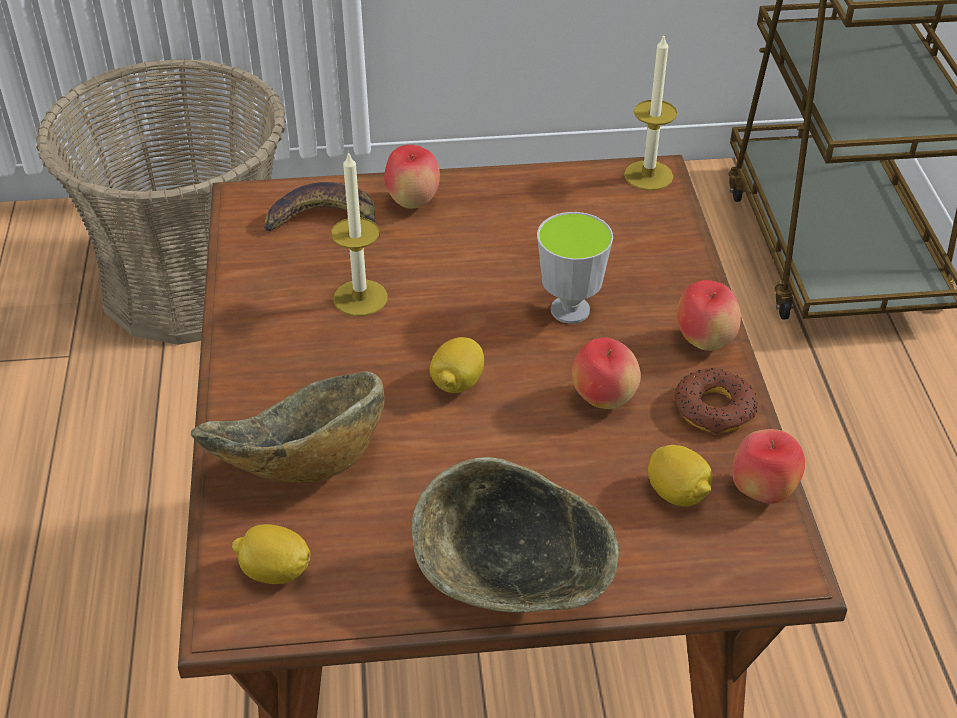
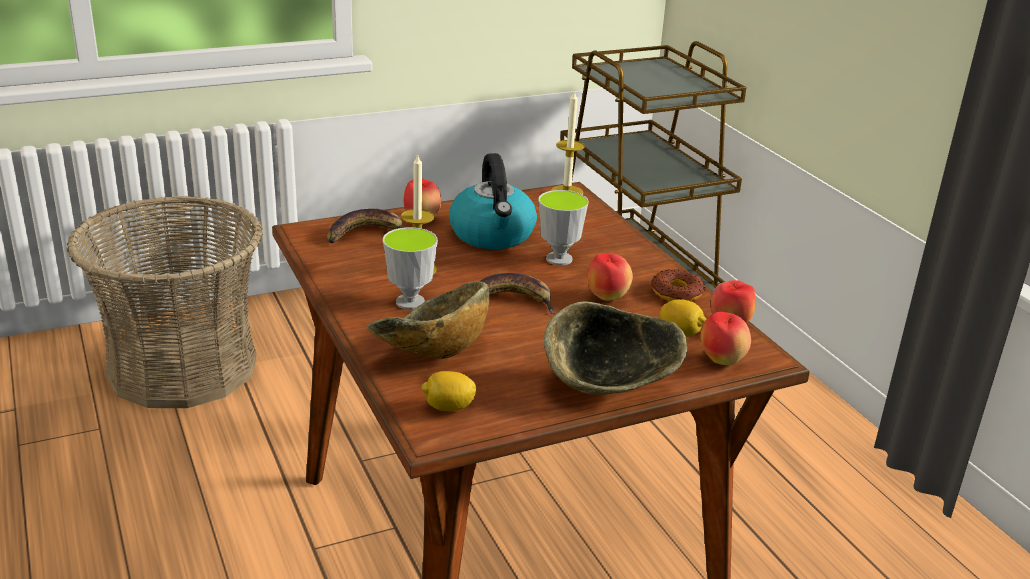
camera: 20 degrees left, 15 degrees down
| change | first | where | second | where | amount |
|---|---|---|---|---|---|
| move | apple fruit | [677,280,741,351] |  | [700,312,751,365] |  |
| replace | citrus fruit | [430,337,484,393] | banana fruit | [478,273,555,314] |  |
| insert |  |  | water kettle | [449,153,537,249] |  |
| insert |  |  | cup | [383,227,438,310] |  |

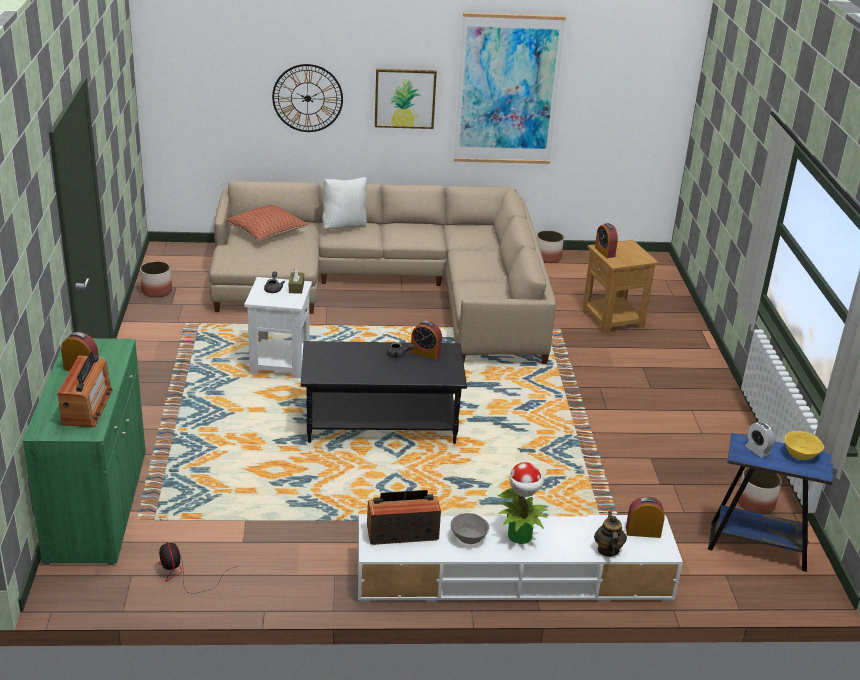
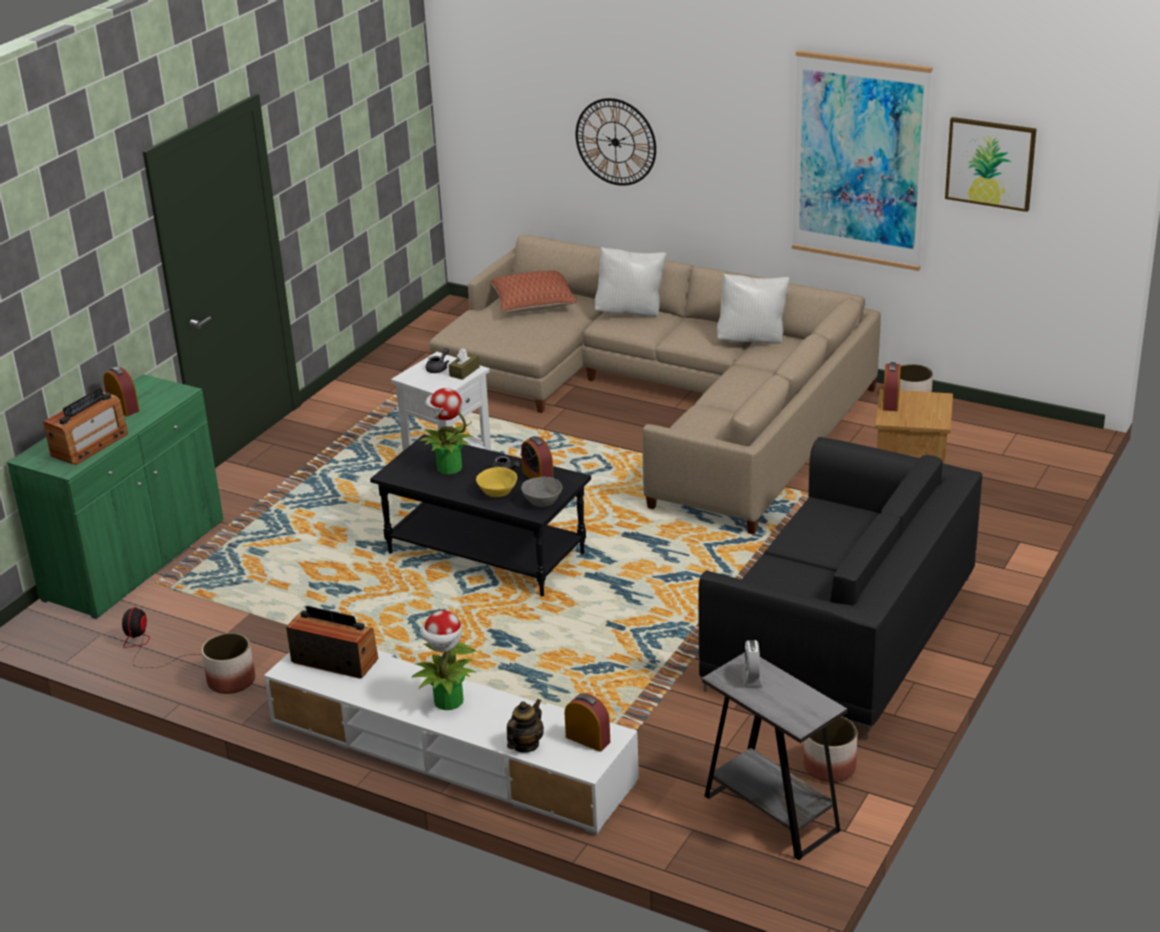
camera: 35 degrees right, 0 degrees up
| change | first | where | second | where | amount |
|---|---|---|---|---|---|
| move | wall picture | [375,69,437,129] |  | [945,117,1036,212] |  |
| move | plant pot | [140,261,172,297] |  | [202,633,255,694] |  |
| move | yellowish bowl | [785,431,824,460] |  | [476,467,517,497] |  |
| recolor | blue-coloured side table | [708,433,833,572] | grey side table | [702,652,847,860] |  |
| move | grey bowl | [450,513,489,544] |  | [521,477,562,507] |  |
| insert |  |  | white pillow | [717,274,790,344] |  |
| insert |  |  | potted plant | [419,388,474,474] |  |
| insert |  |  | black-coloured couch | [698,437,982,740] |  |

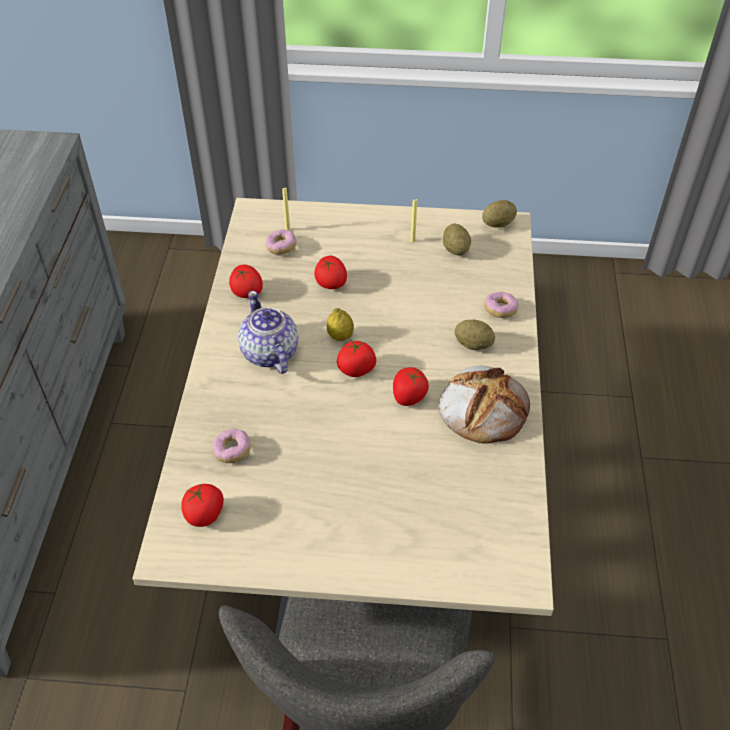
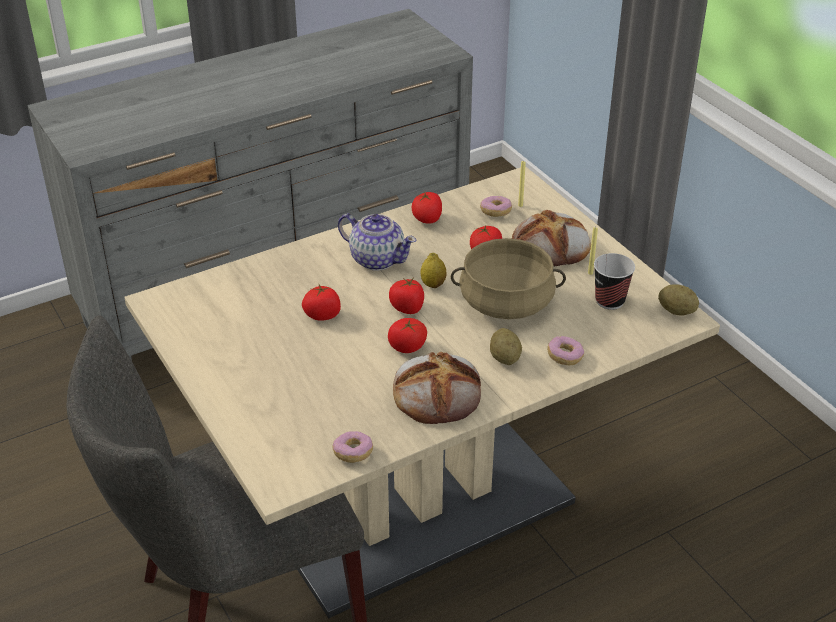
camera: 55 degrees right, 10 degrees down
| change | first | where | second | where | amount |
|---|---|---|---|---|---|
| replace | spud | [443,223,471,256] | cup | [594,253,635,310] |  |
| rotate | pot for tea | [238,291,298,374] |  | [338,213,416,271] | 90 degrees clockwise |
| move | ring doughnut | [213,429,251,463] |  | [333,431,373,463] |  |
| move | tomato | [181,484,224,527] |  | [302,283,341,320] |  |
| insert |  |  | bakery bread | [512,210,591,267] |  |
| insert |  |  | beige-coloured cooking pot | [451,238,566,319] |  |

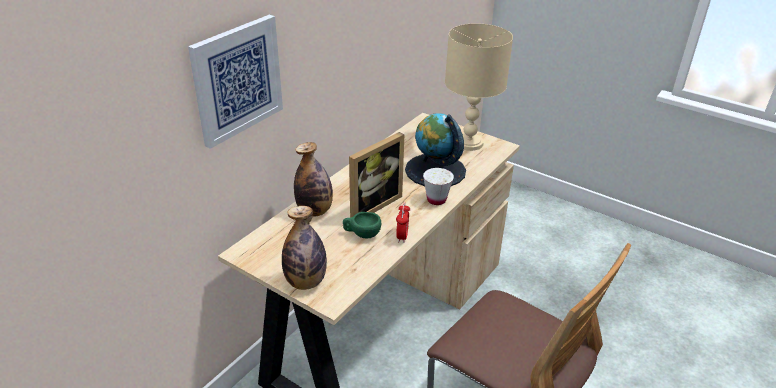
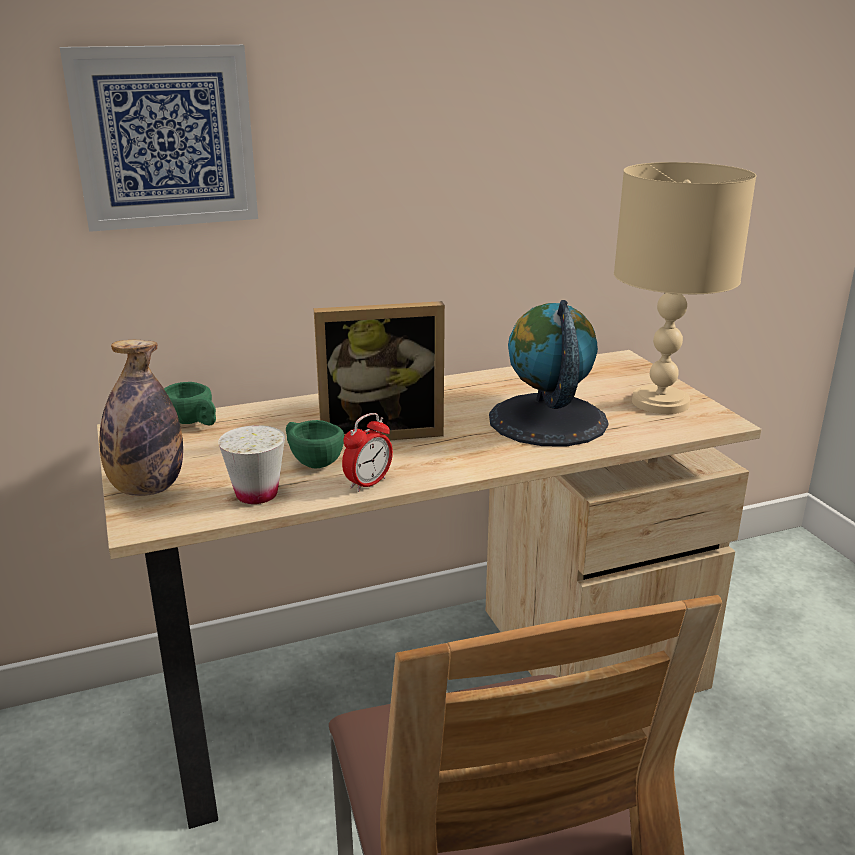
camera: 35 degrees right, 10 degrees down
| change | first | where | second | where | amount |
|---|---|---|---|---|---|
| delete | bottle | [294,142,333,217] |  |  |  |
| move | white cup | [423,168,454,205] |  | [218,425,285,504] |  |
| insert |  |  | green cup | [164,382,216,425] |  |

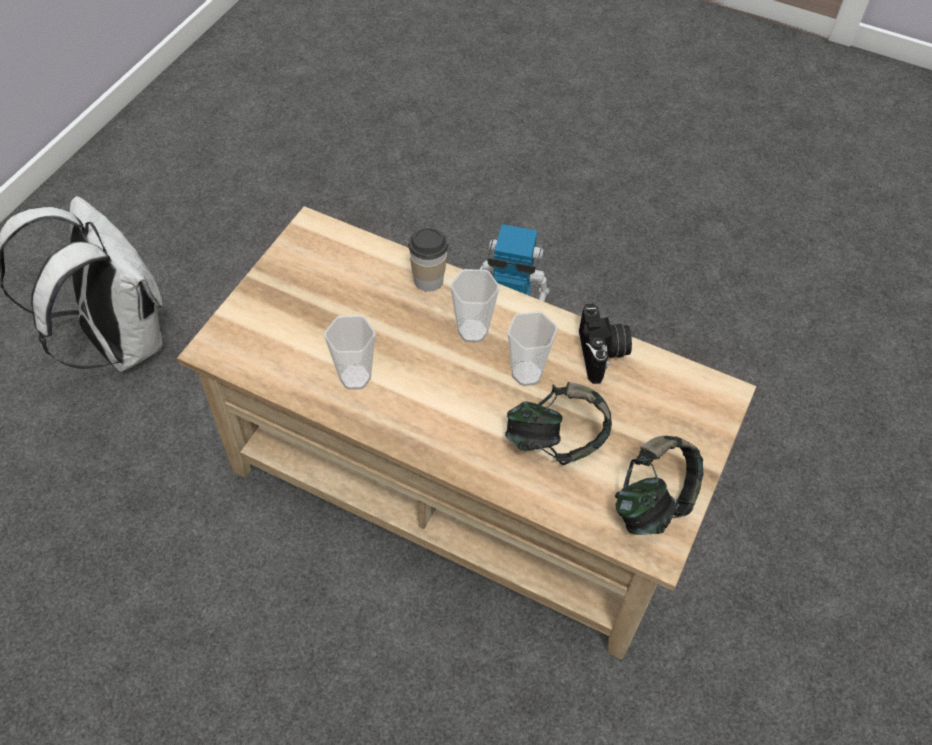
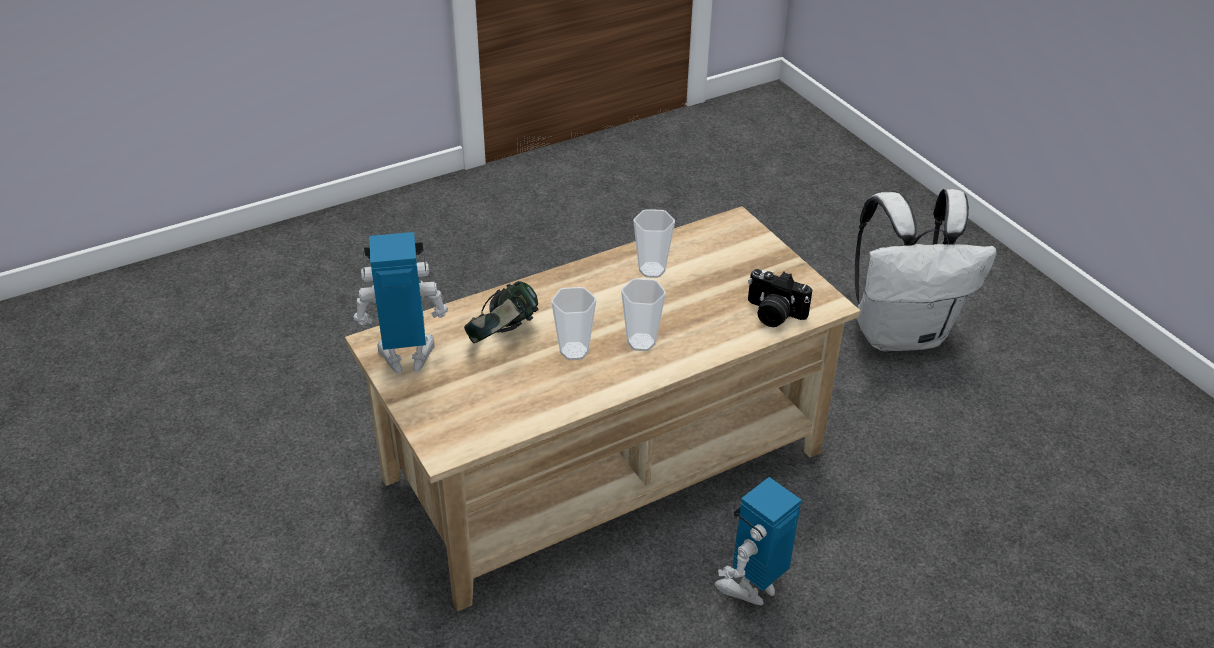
camera: 125 degrees right, 15 degrees down
| change | first | where | second | where | amount |
|---|---|---|---|---|---|
| delete | cup | [408,228,448,292] |  |  |  |
| move | still camera | [579,304,632,384] |  | [748,269,812,327] |  |
| replace | headset | [615,436,704,535] | robot figure | [353,232,448,374] |  |

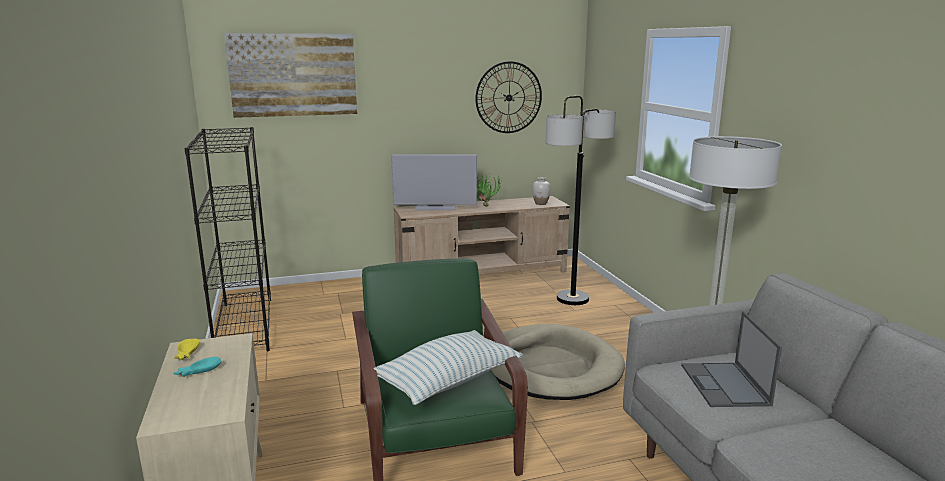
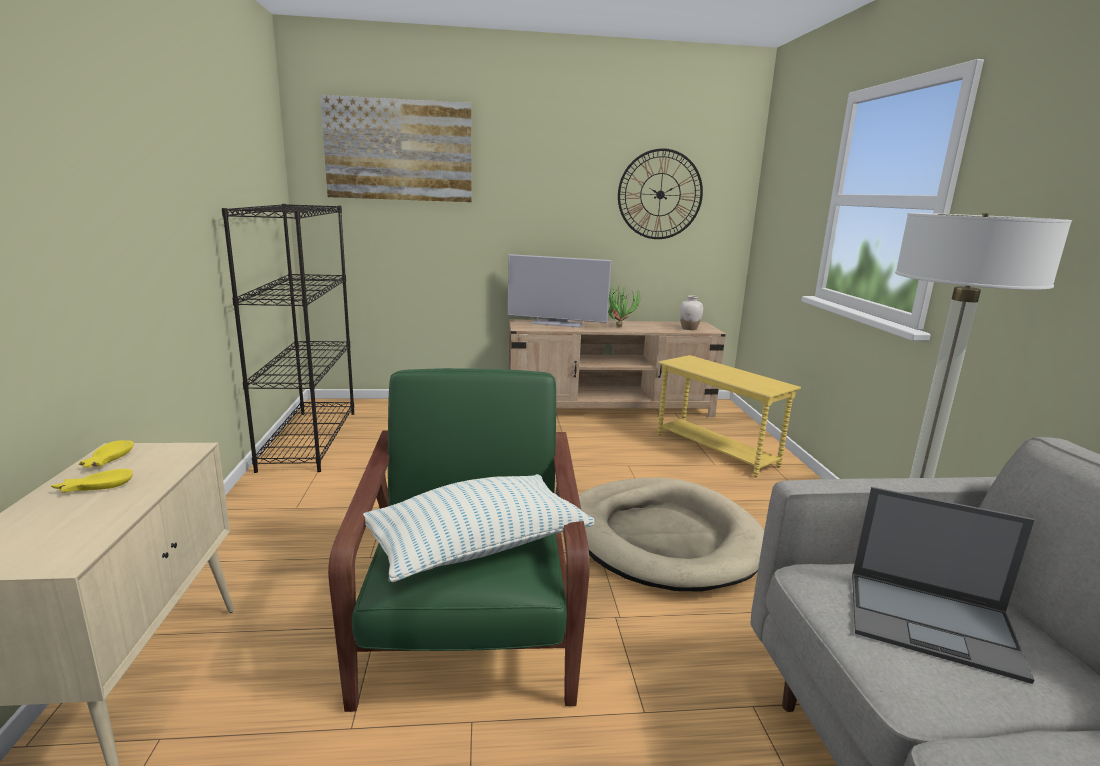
camera: 10 degrees right, 0 degrees up
| change | first | where | second | where | amount |
|---|---|---|---|---|---|
| replace | standing lamp | [546,96,616,305] | yellowish side table | [657,355,801,478] |  |
| rotate | laptop | [681,311,782,407] |  | [852,487,1034,684] | 75 degrees counterclockwise |
| recolor | turquoise bowl | [173,357,221,377] | yellowish bowl | [51,469,133,493] |  |

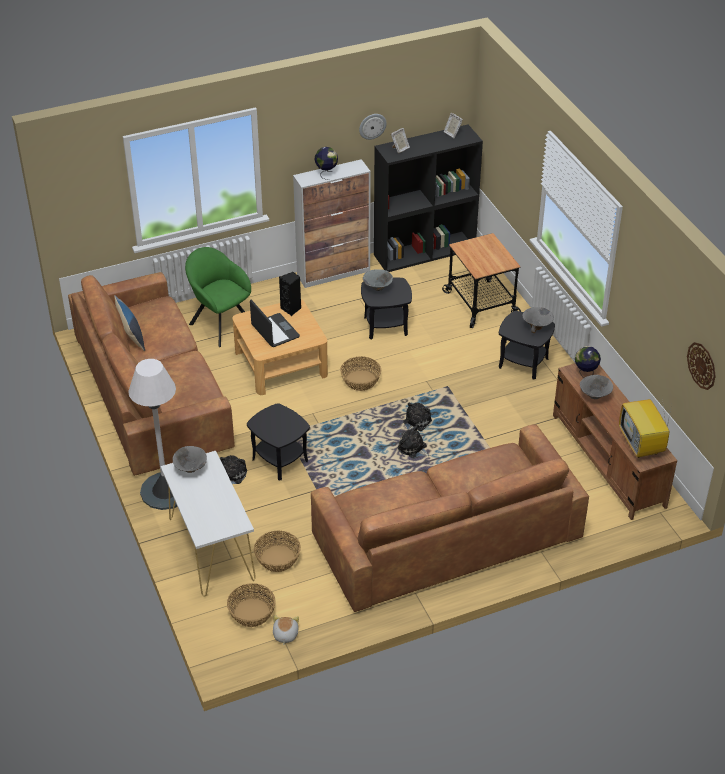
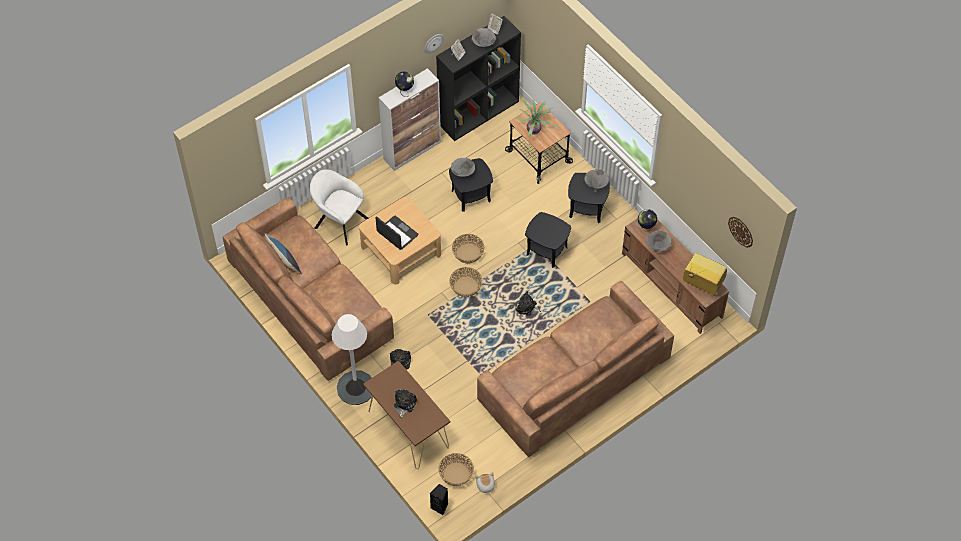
camera: 15 degrees left, 15 degrees up
| change | first | where | second | where | amount |
|---|---|---|---|---|---|
| recolor | green lounge chair | [185,247,251,347] | white lounge chair | [310,169,368,245] |  |
| move | black-coloured loudspeaker | [279,272,301,316] |  | [430,484,448,515] |  |
| rotate | TV | [619,398,672,458] |  | [683,253,727,295] | 150 degrees clockwise |
| move | cuddly toy | [403,402,432,431] |  | [394,389,417,418] |  |
| move | black-coloured side table | [247,403,310,480] |  | [525,212,571,268] |  |
| move | grey bowl | [173,446,207,473] |  | [471,28,496,47] |  |
| recolor | white console table | [161,451,256,597] | brown-coloured console table | [363,361,450,469] |  |
| move | household basket | [254,531,301,572] |  | [449,267,482,297] |  |
| insert |  |  | potted plant | [514,99,559,137] |  |

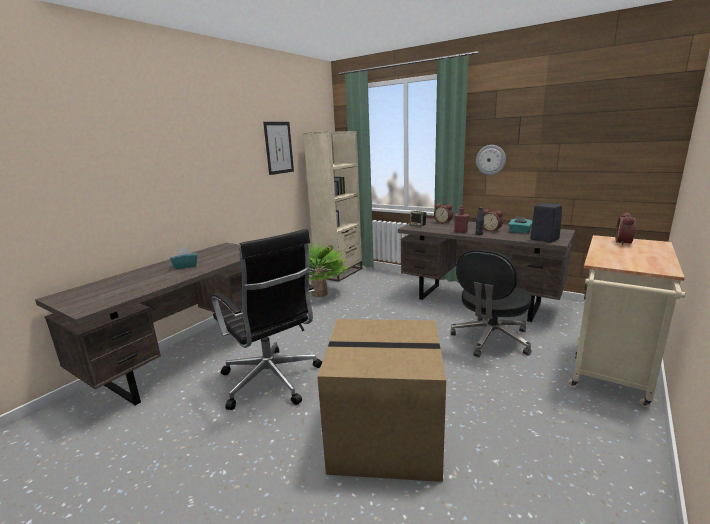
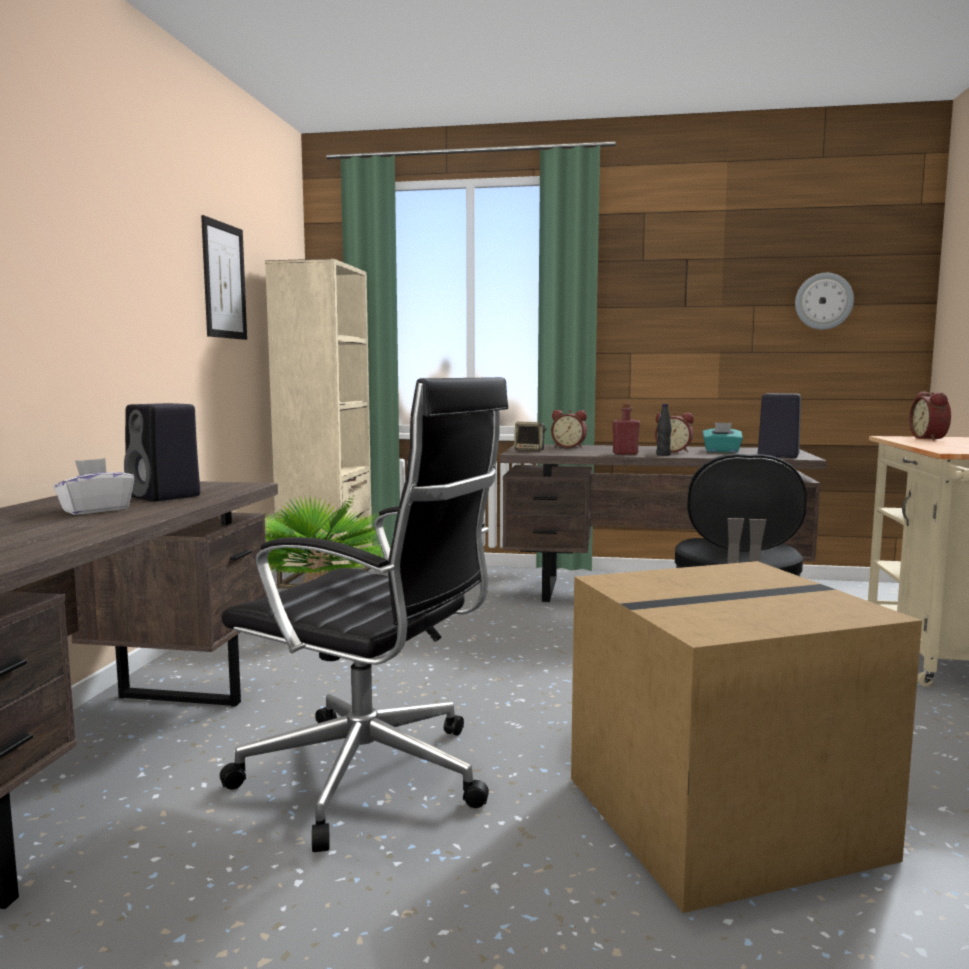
camera: 25 degrees left, 10 degrees down
| change | first | where | second | where | amount |
|---|---|---|---|---|---|
| move | clock on the wall | [476,145,506,175] |  | [795,273,854,330] |  |
| recolor | turquoise tissue box | [170,247,198,269] | white tissue box | [53,458,134,515] |  |
| insert |  |  | black-coloured loudspeaker | [124,403,200,502] |  |

